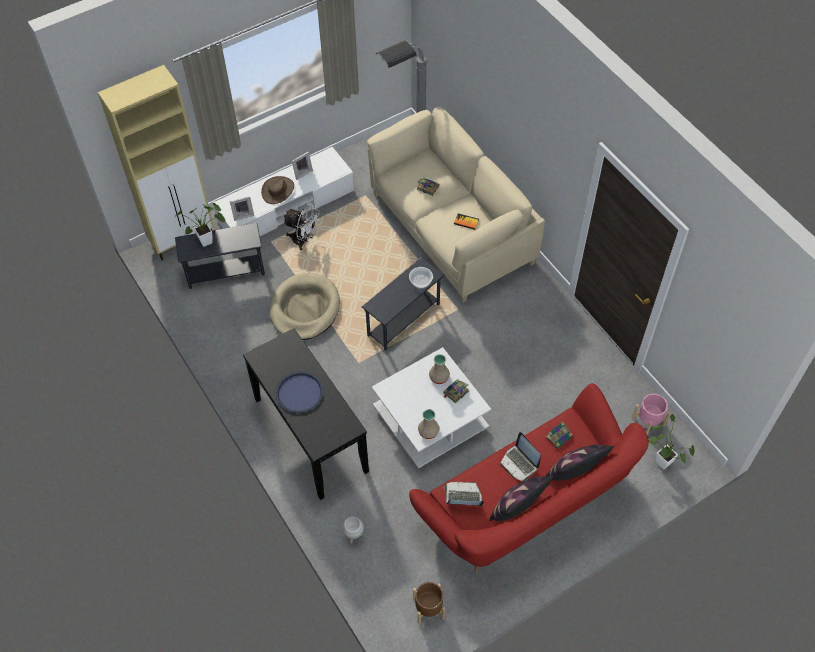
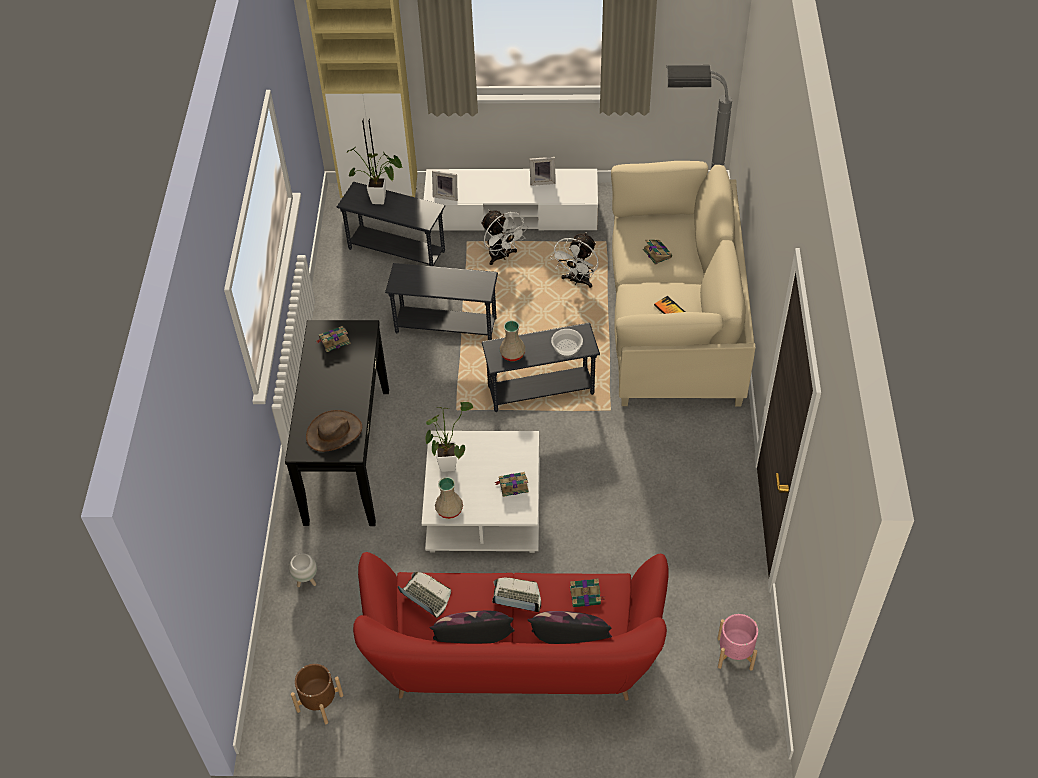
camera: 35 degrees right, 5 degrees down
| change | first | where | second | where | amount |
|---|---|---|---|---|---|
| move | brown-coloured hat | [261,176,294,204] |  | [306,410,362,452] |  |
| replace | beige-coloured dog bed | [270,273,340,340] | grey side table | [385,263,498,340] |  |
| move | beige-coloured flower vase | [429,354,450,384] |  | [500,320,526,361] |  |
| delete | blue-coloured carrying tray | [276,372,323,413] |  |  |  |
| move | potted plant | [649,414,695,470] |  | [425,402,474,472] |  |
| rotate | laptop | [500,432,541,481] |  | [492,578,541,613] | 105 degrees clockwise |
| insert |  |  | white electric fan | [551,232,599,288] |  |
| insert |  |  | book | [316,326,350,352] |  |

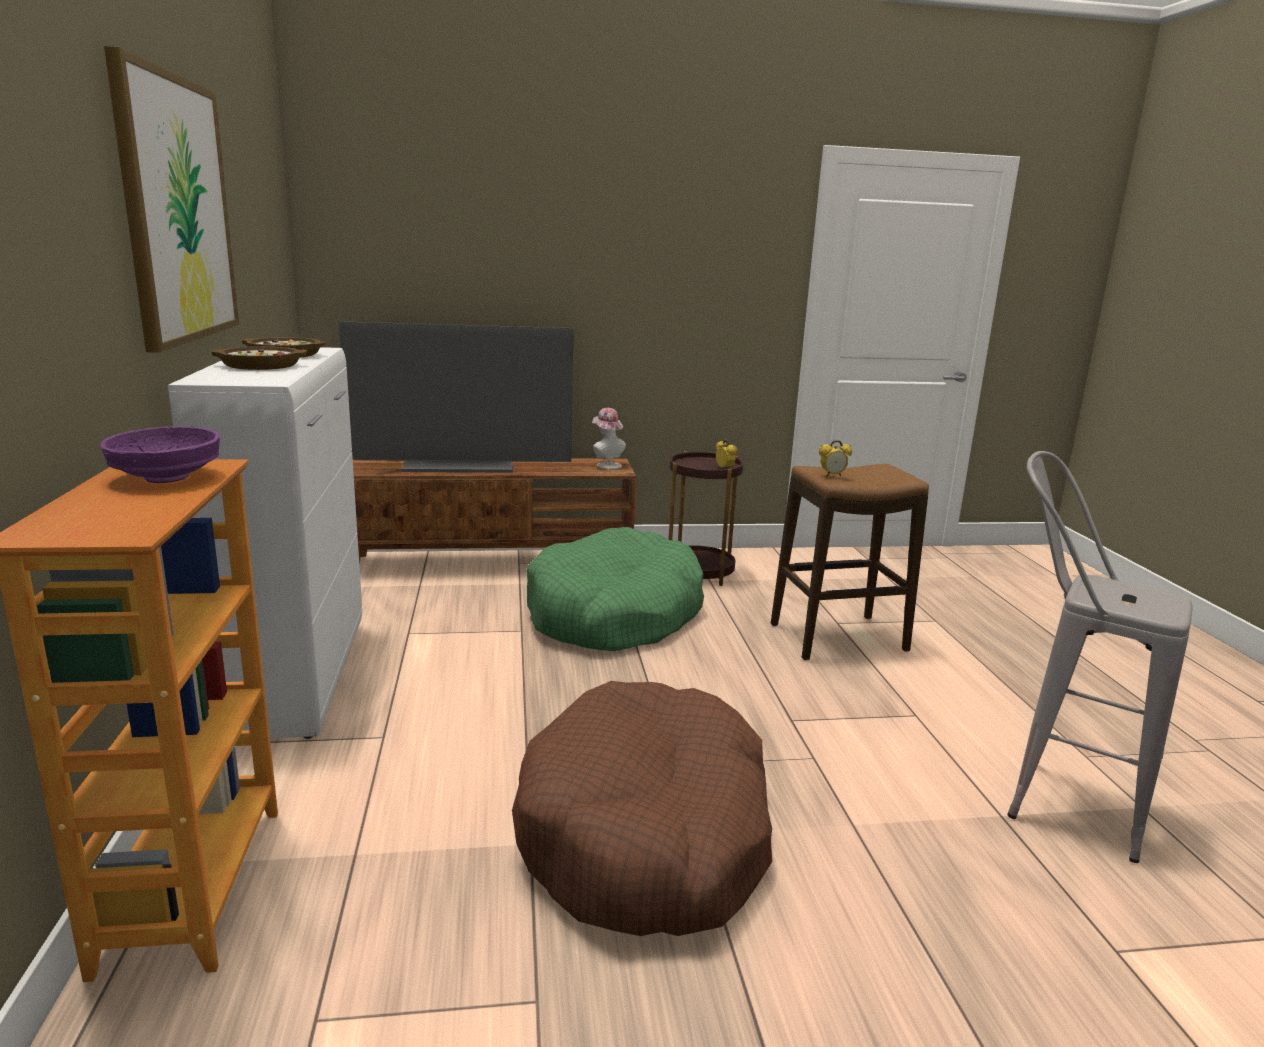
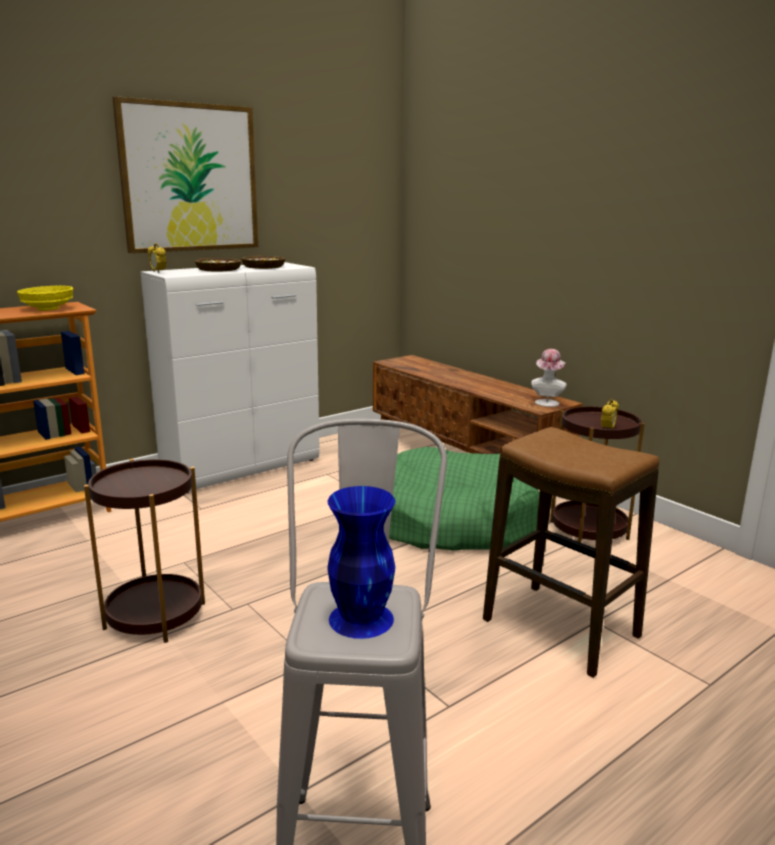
camera: 60 degrees right, 0 degrees up
| change | first | where | second | where | amount |
|---|---|---|---|---|---|
| delete | TV | [339,321,574,473] |  |  |  |
| recolor | purple bowl | [100,426,220,483] | yellowish bowl | [17,286,73,311] |  |
| move | alarm clock | [819,440,852,477] |  | [148,244,166,273] |  |
| replace | brown-coloured dog bed | [512,681,772,936] | brown-coloured side table | [84,459,205,643] |  |
| insert |  |  | blue-coloured flower vase | [327,486,395,639] |  |

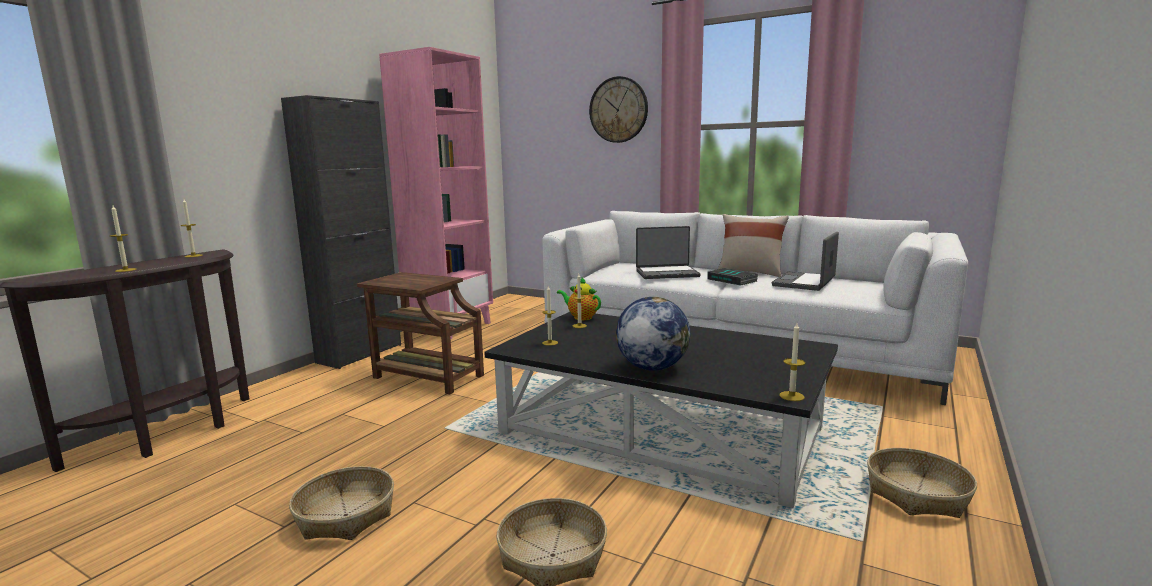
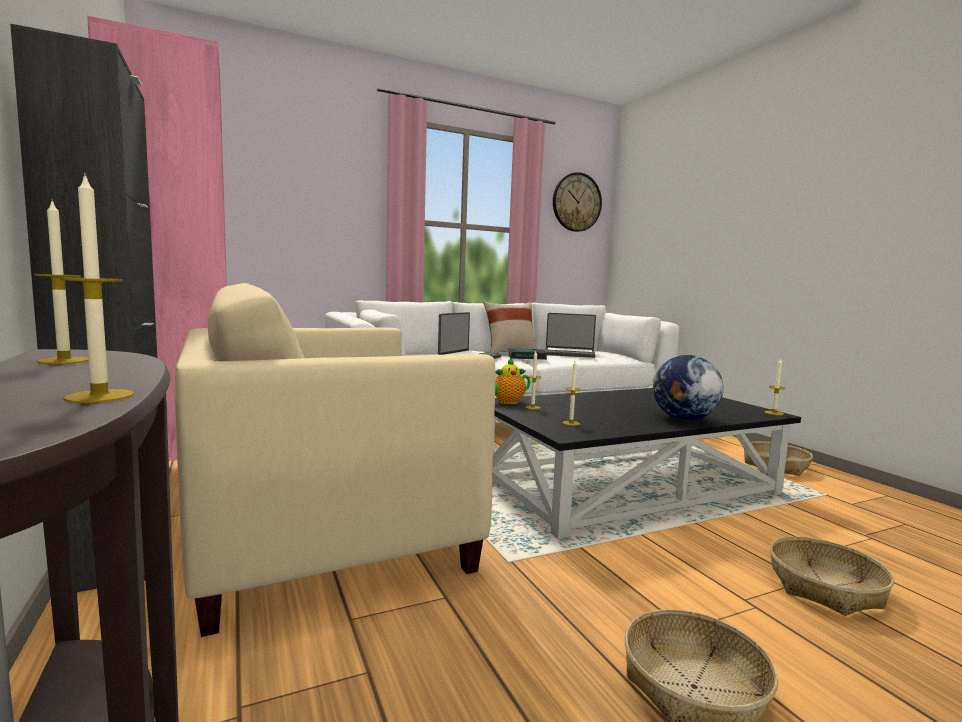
camera: 55 degrees left, 5 degrees down
| change | first | where | second | where | amount |
|---|---|---|---|---|---|
| move | clock on the wall | [589,76,648,143] |  | [553,172,602,232] |  |
| rotate | laptop | [772,232,839,291] |  | [545,313,596,358] | 60 degrees counterclockwise |
| replace | brown-coloured side table | [357,272,484,394] | beige-coloured lounge chair | [175,283,495,637] |  |

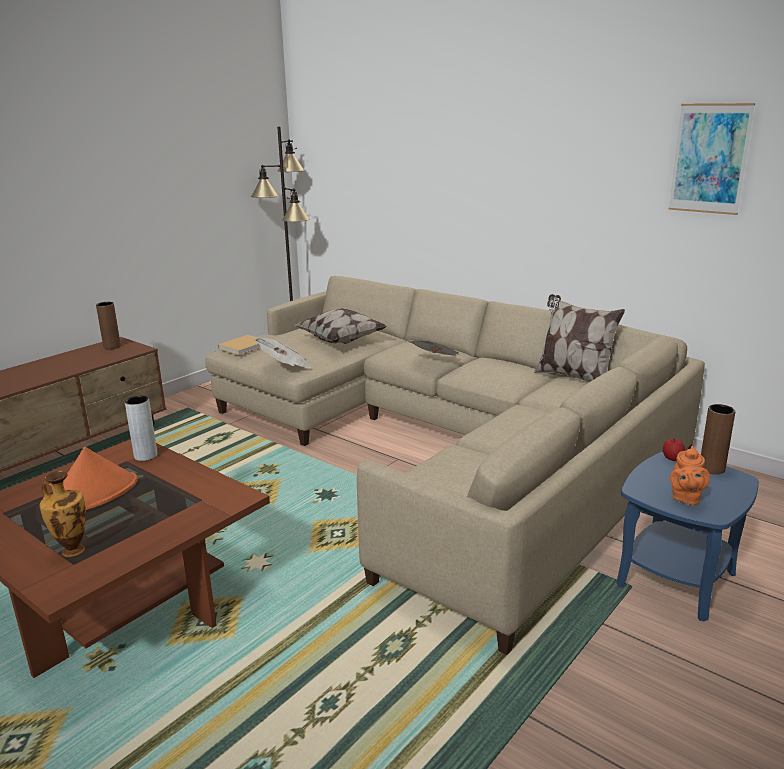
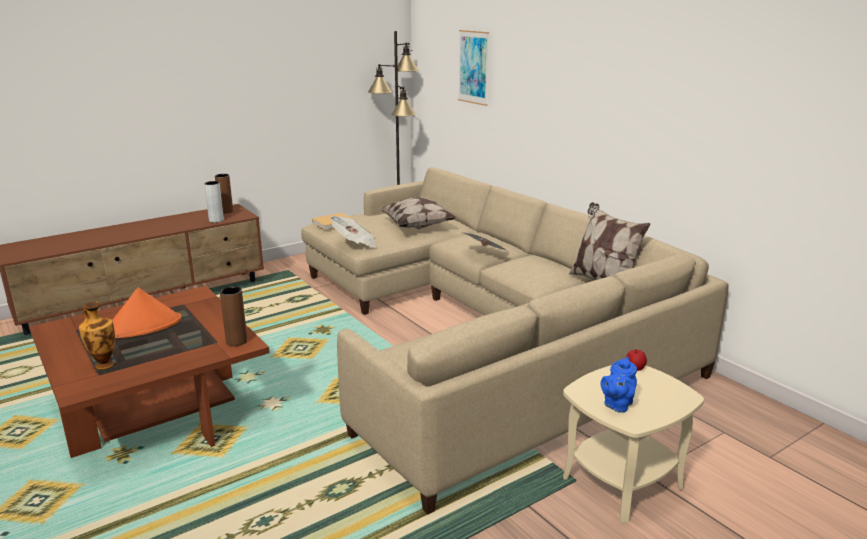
camera: 15 degrees right, 0 degrees up
| change | first | where | second | where | amount |
|---|---|---|---|---|---|
| move | wall picture | [668,103,755,215] |  | [458,30,489,106] |  |
| move | grey flower vase | [125,395,157,461] |  | [204,181,224,223] |  |
| move | brown-coloured flower vase | [701,404,736,475] |  | [220,286,247,346] |  |
| recolor | orangey pot for tea | [670,446,710,506] | blue-coloured pot for tea | [601,357,637,413] |  |
| recolor | blue-coloured side table | [616,452,759,621] | beige-coloured side table | [563,365,704,523] |  |

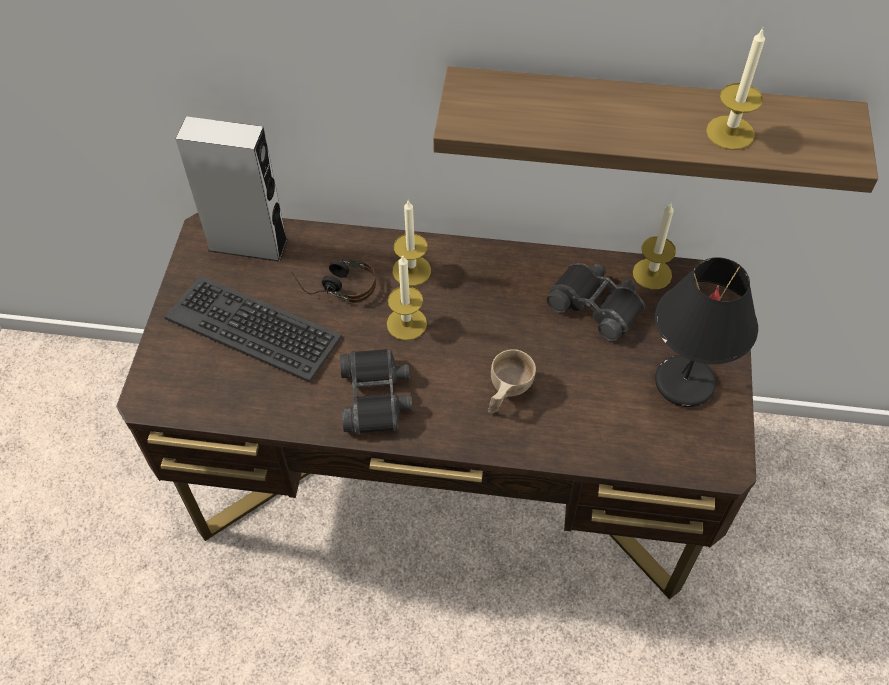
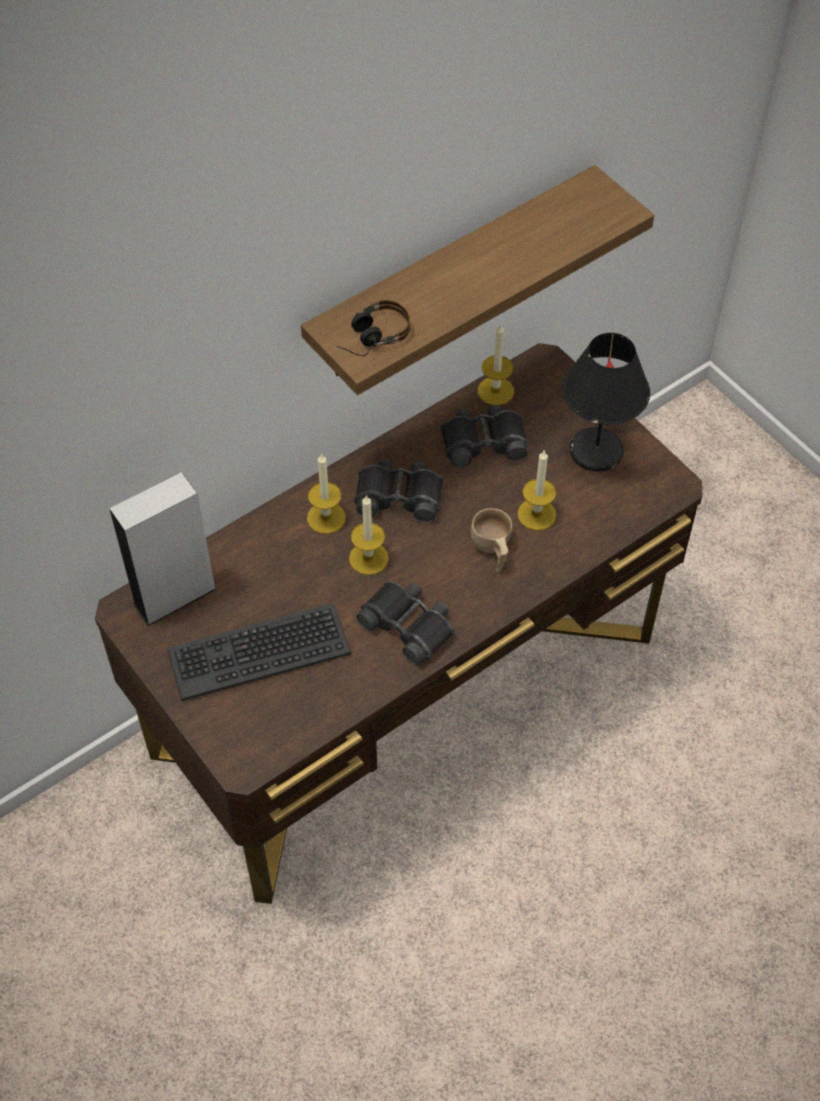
camera: 45 degrees left, 0 degrees up
| change | first | where | second | where | amount |
|---|---|---|---|---|---|
| move | wax light | [706,28,765,150] |  | [517,451,556,530] |  |
| move | headset | [291,259,376,303] |  | [337,300,410,356] |  |
| insert |  |  | black-coloured field glasses | [354,459,443,523] |  |

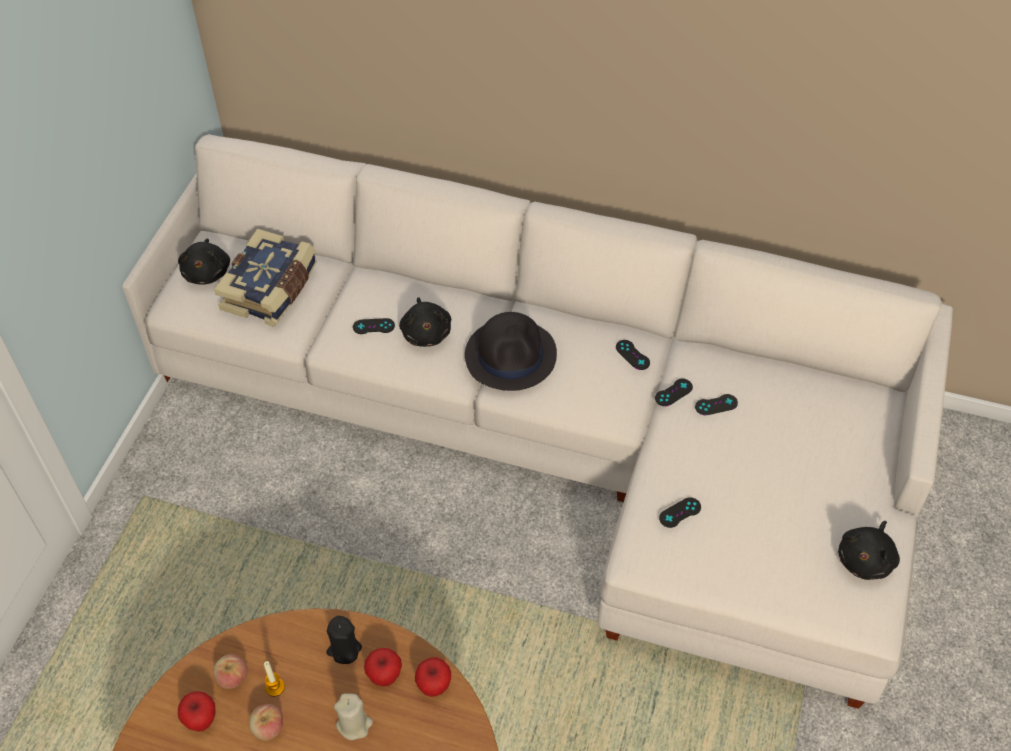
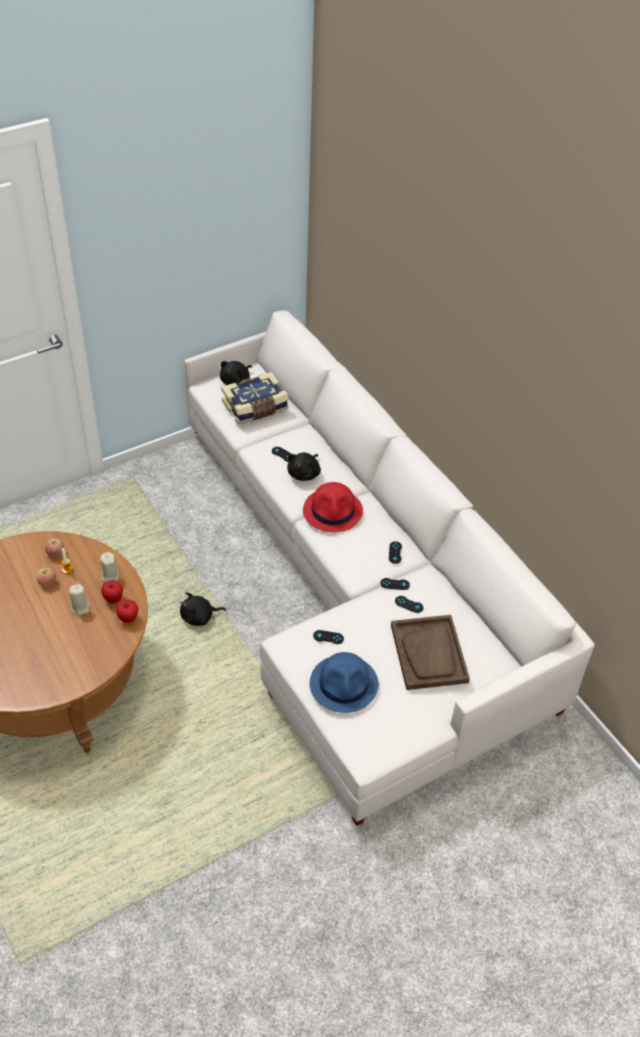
camera: 40 degrees right, 5 degrees down
| change | first | where | second | where | amount |
|---|---|---|---|---|---|
| recolor | black-coloured hat | [465,312,557,391] | reddish hat | [303,482,363,532] |  |
| move | black-coloured cuddly toy | [838,521,900,580] |  | [180,592,226,626] |  |
| recolor | black-coloured wax light | [327,616,362,664] | beige-coloured wax light | [100,552,119,583] |  |
| delete | apple fruit | [178,691,215,732] |  |  |  |
| insert |  |  | brown-coloured carrying tray | [391,615,470,690] |  |
| insert |  |  | blue-coloured hat | [310,652,379,713] |  |

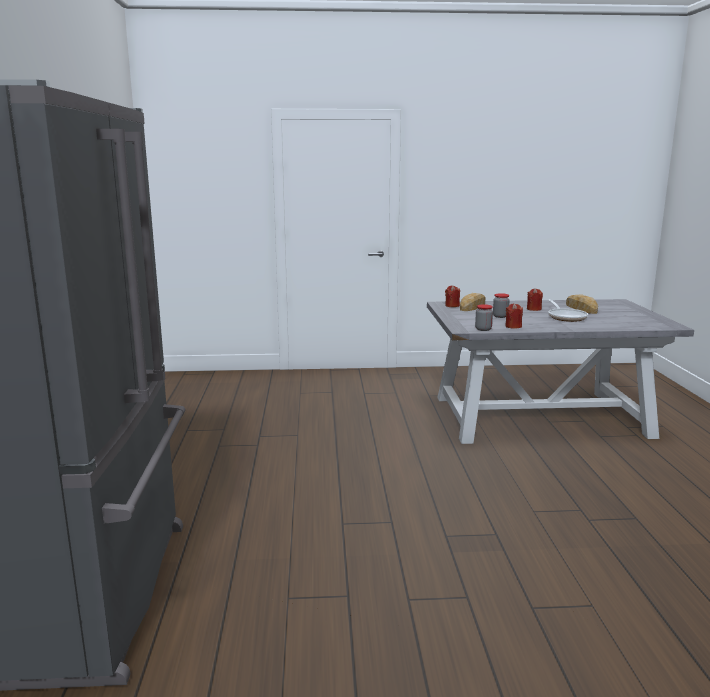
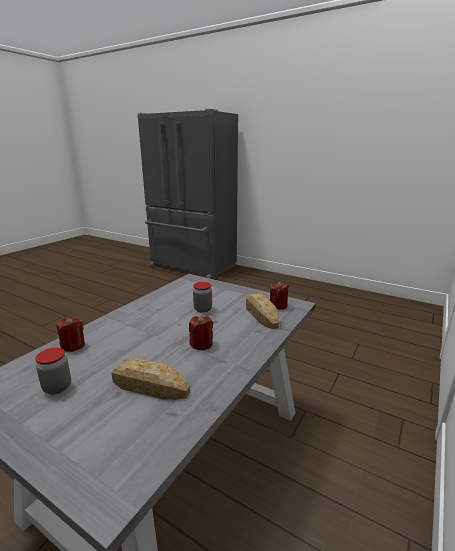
camera: 125 degrees right, 5 degrees up
| change | first | where | second | where | amount |
|---|---|---|---|---|---|
| delete | skillet | [548,299,588,322] |  |  |  |
| move | reddish wax light | [505,303,523,328] |  | [57,316,85,352] |  |
| move | storage jar | [475,304,493,331] |  | [35,348,71,395] |  |

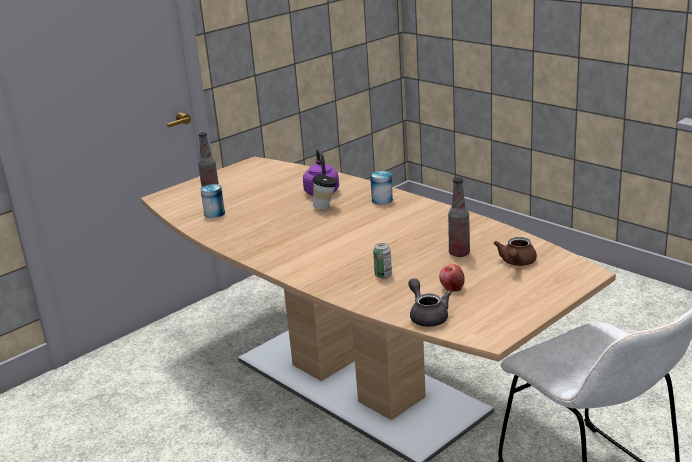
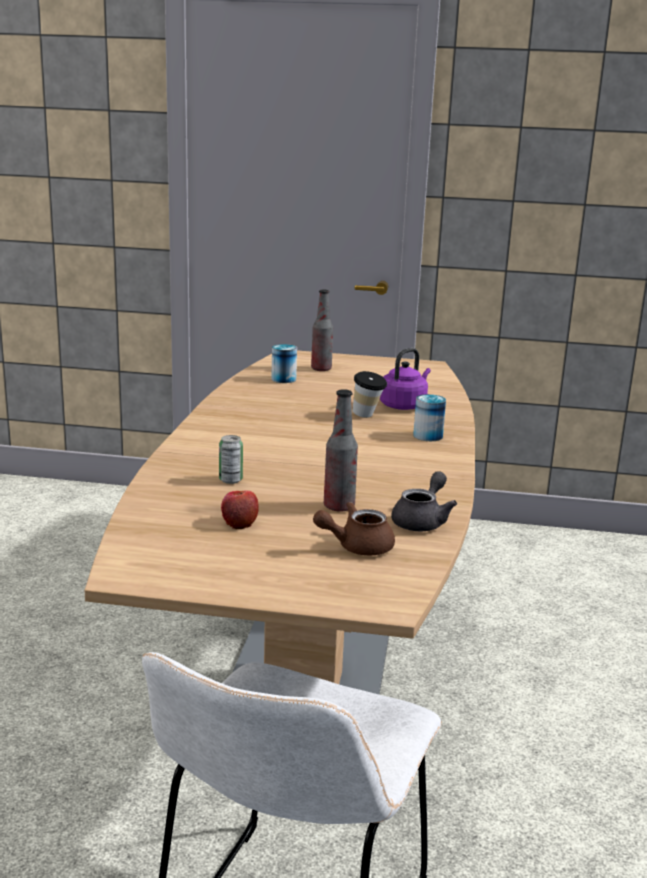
camera: 50 degrees right, 5 degrees down
| change | first | where | second | where | amount |
|---|---|---|---|---|---|
| move | grey pot for tea | [408,278,451,327] |  | [391,471,457,531] |  |

